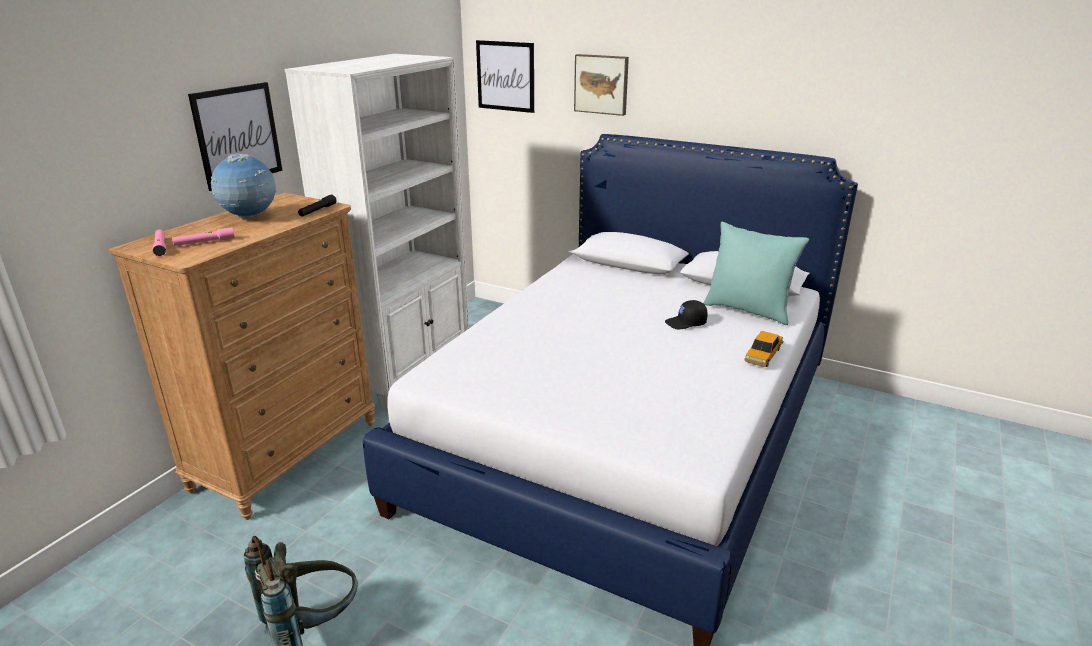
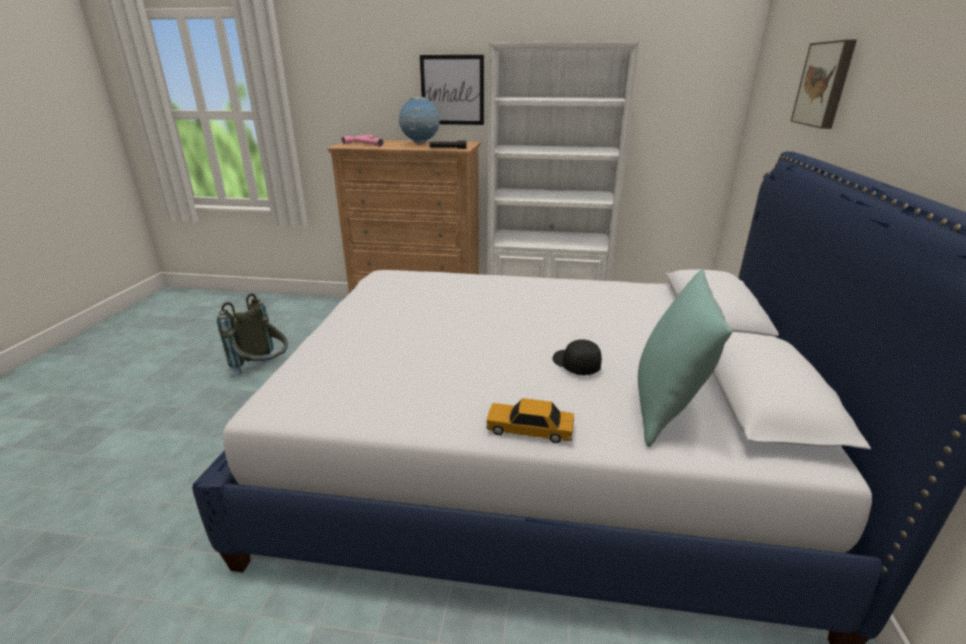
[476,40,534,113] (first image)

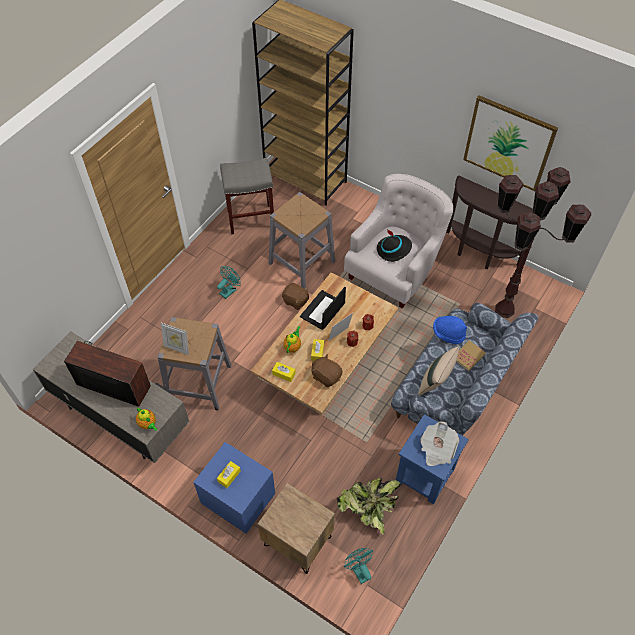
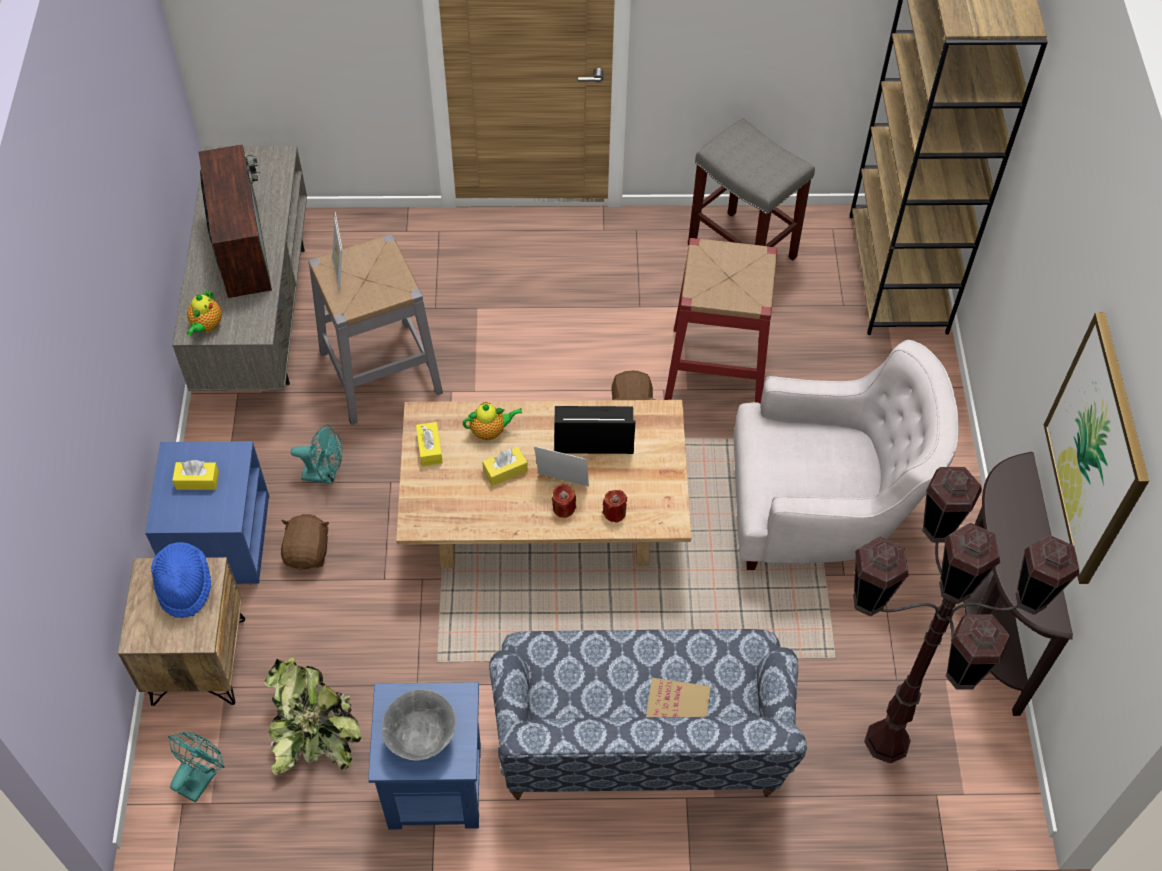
[151,542,211,618]
[281,514,329,570]
[291,424,342,484]
[381,689,456,760]
[664,238,777,404]
[377,229,412,262] (first image)
[418,347,459,396] (first image)

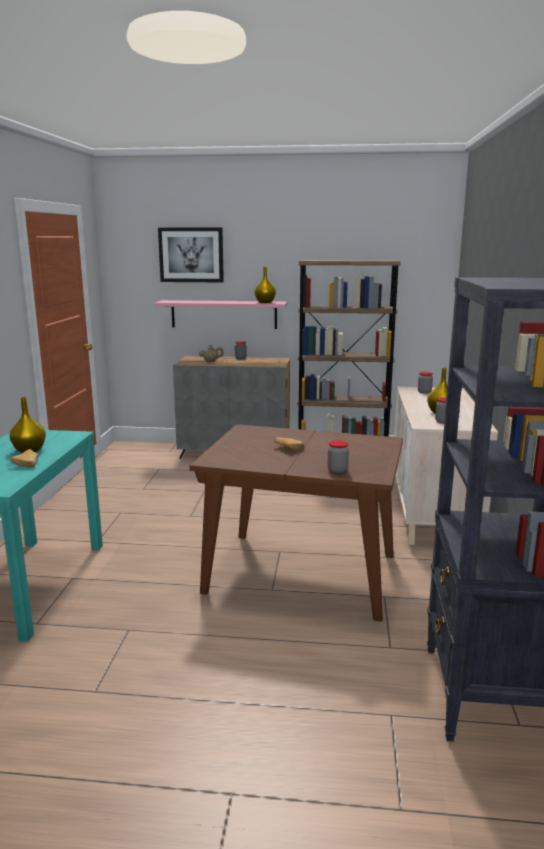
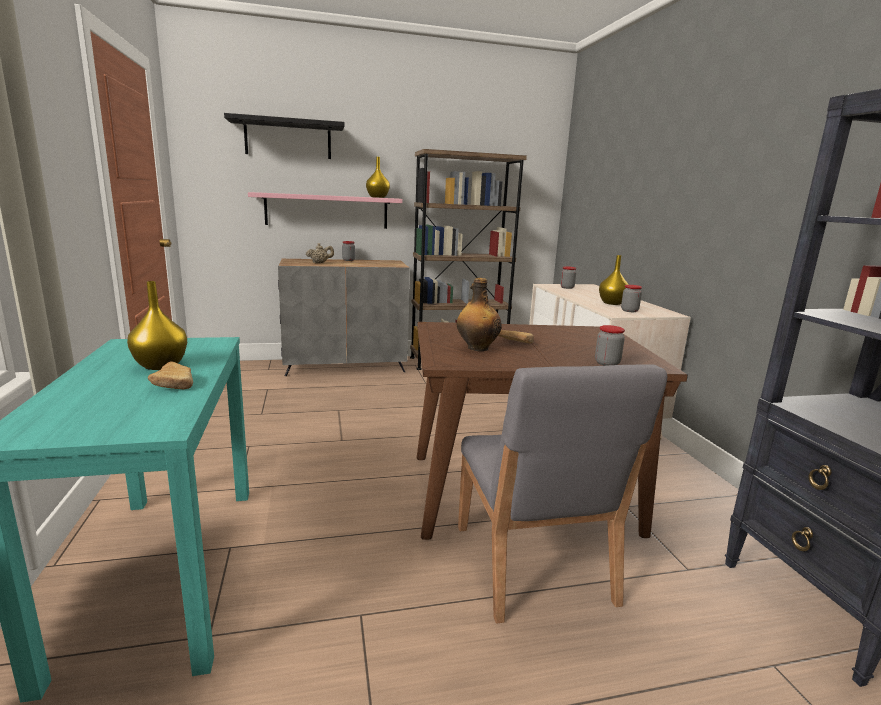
[224,113,345,159]
[457,278,502,351]
[458,364,667,624]

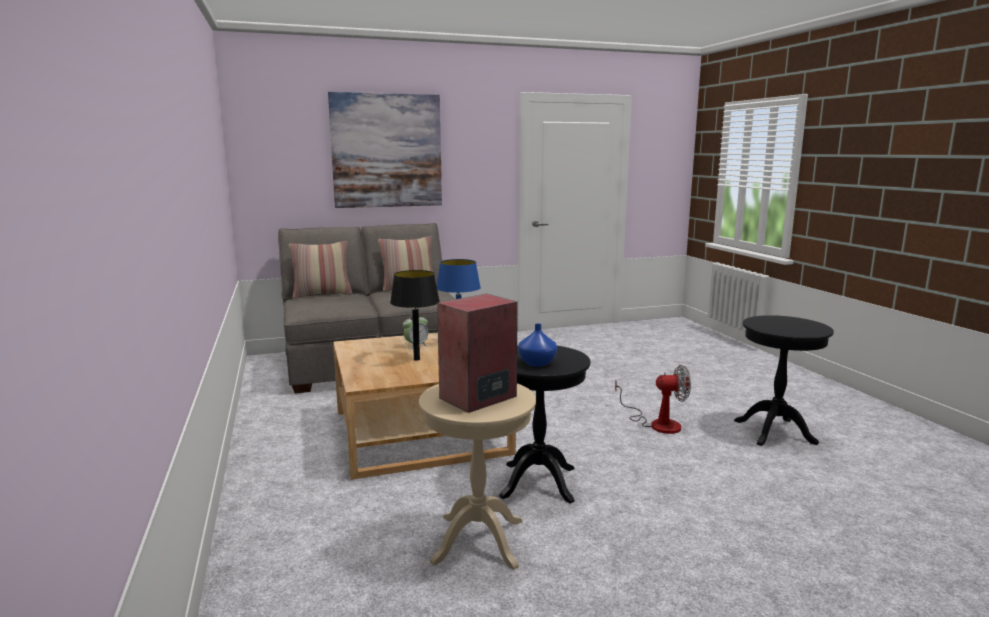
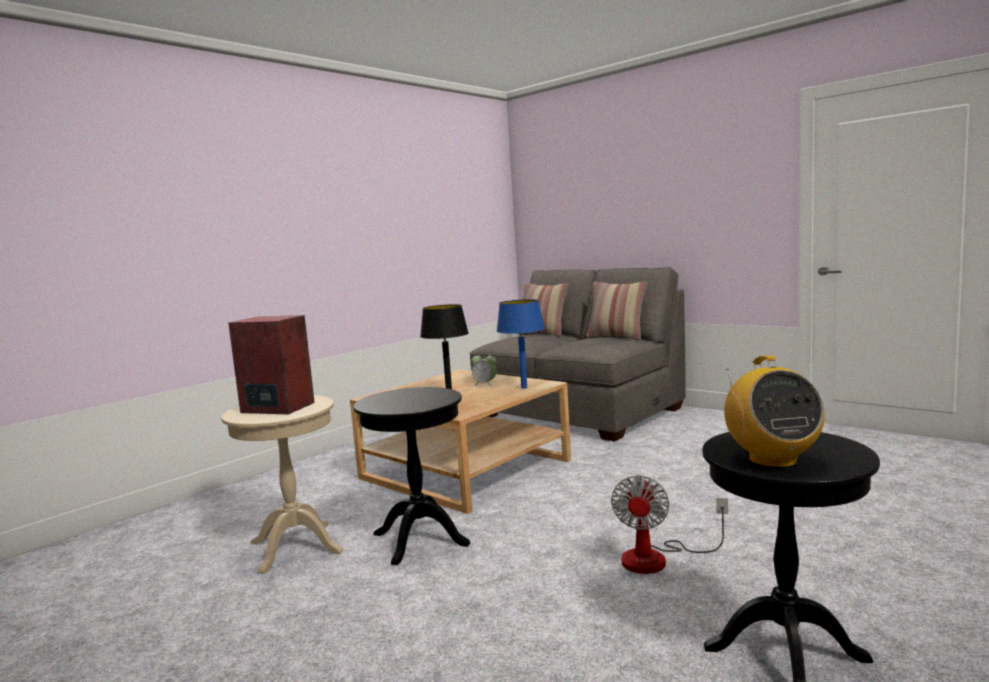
[611,475,728,574]
[724,355,825,468]
[328,92,442,208] (first image)
[518,323,557,366] (first image)

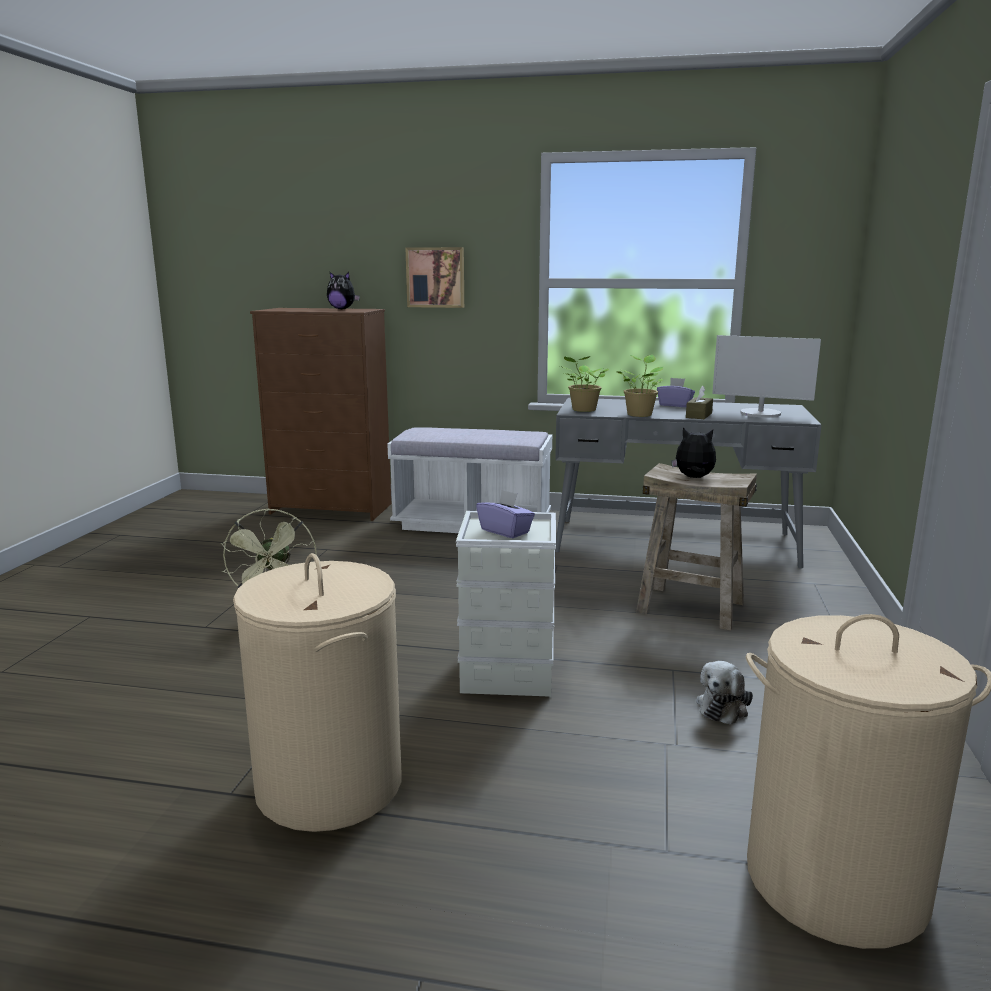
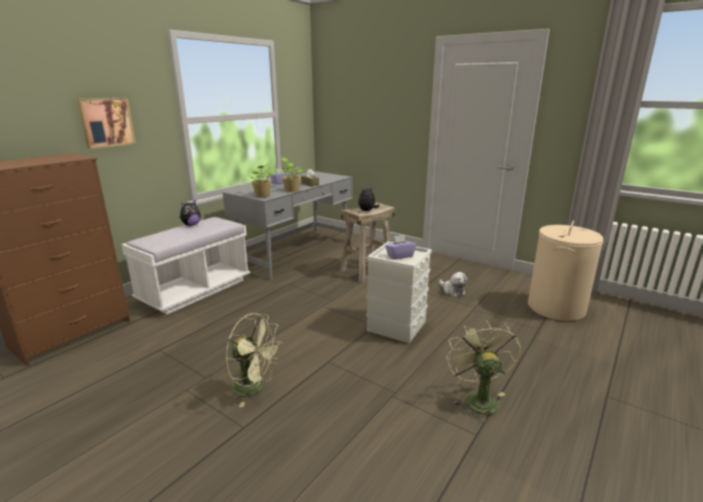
[180,200,201,226]
[446,320,521,423]
[712,335,821,417] (first image)

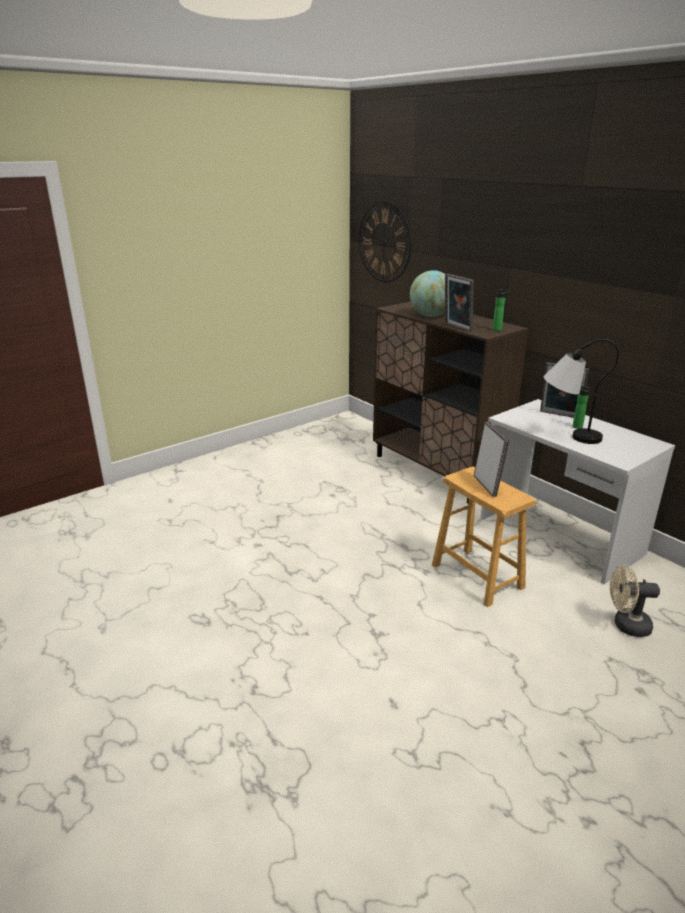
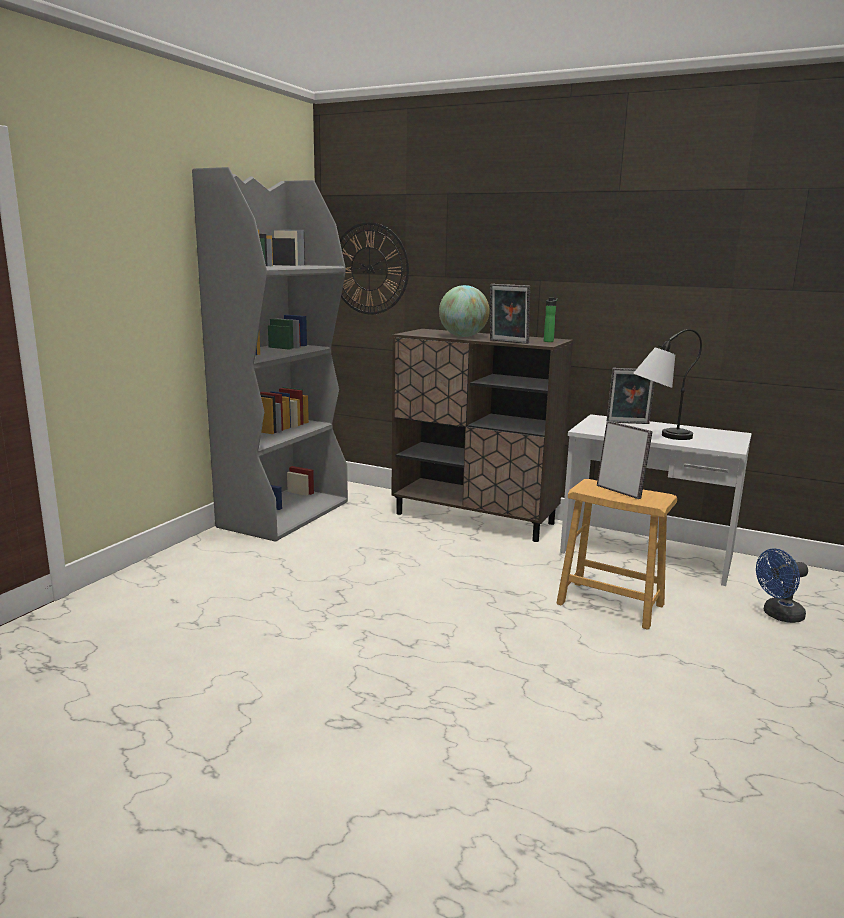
[192,167,348,542]
[756,548,808,623]
[573,386,591,429] (first image)

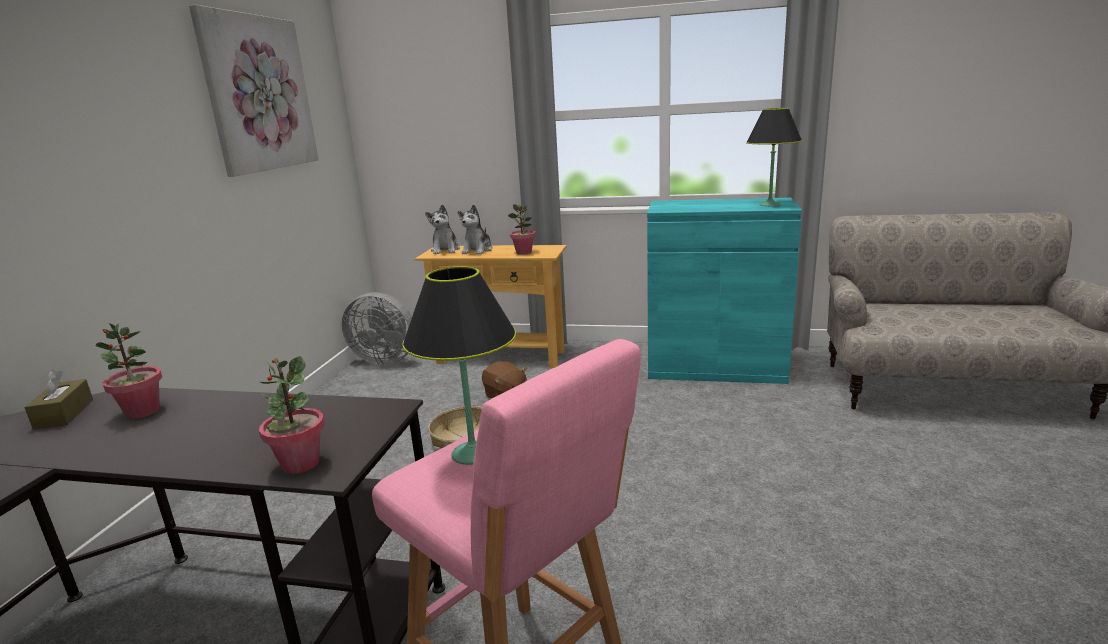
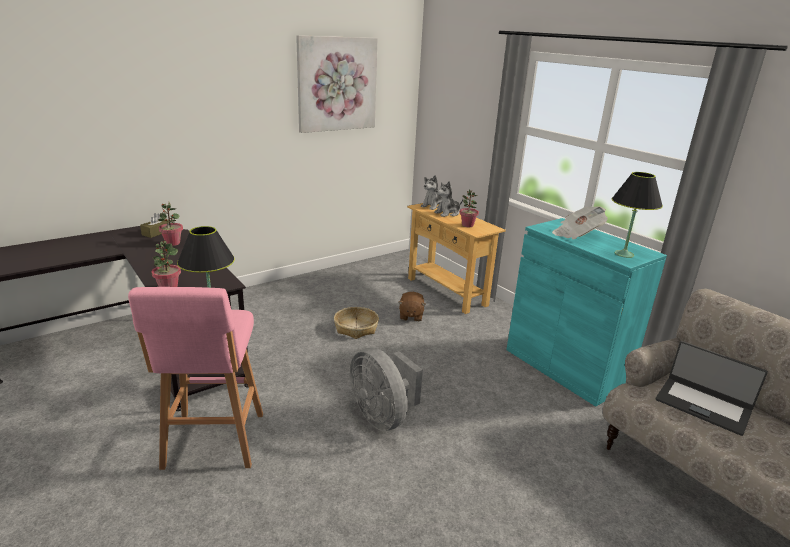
[350,348,423,431]
[552,206,608,239]
[656,341,768,436]

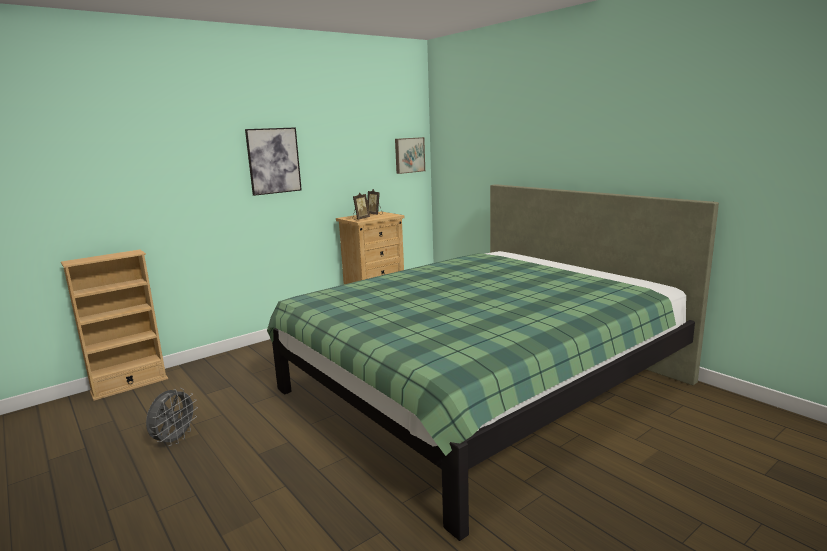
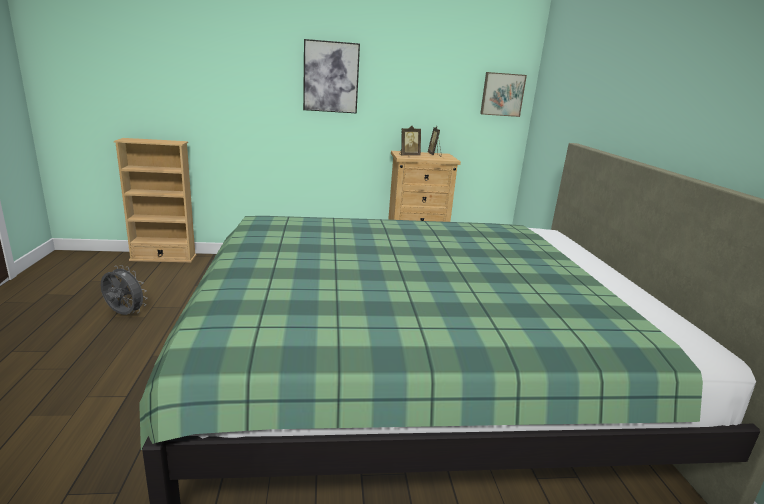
[101,265,147,315]

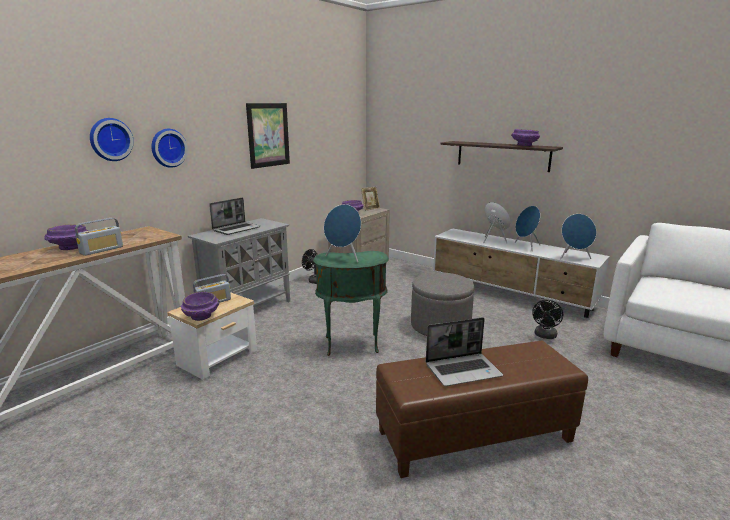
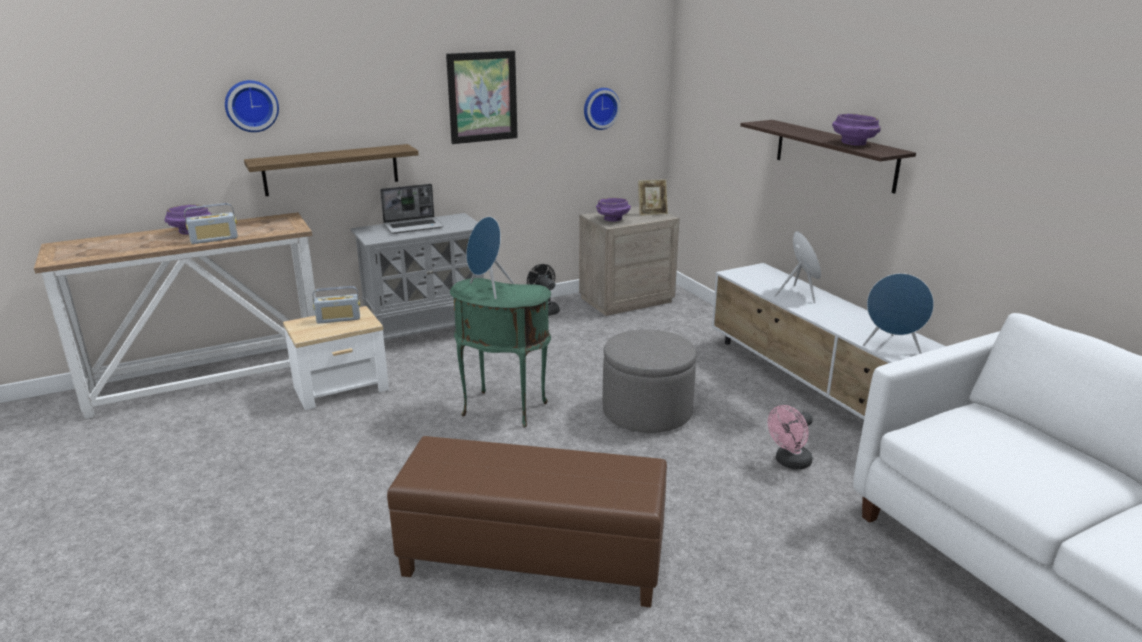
[244,144,419,196]
[584,88,620,130]
[768,405,813,470]
[181,292,219,321] (first image)
[426,317,503,386] (first image)
[515,206,540,251] (first image)

